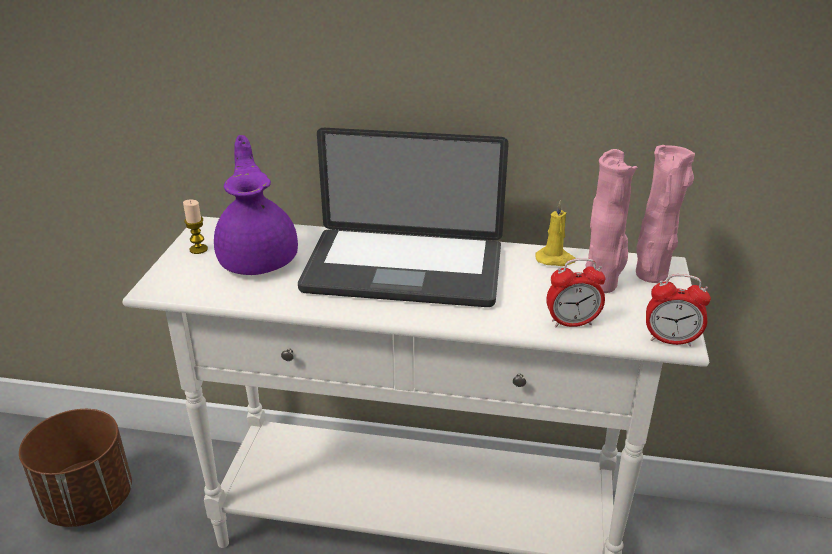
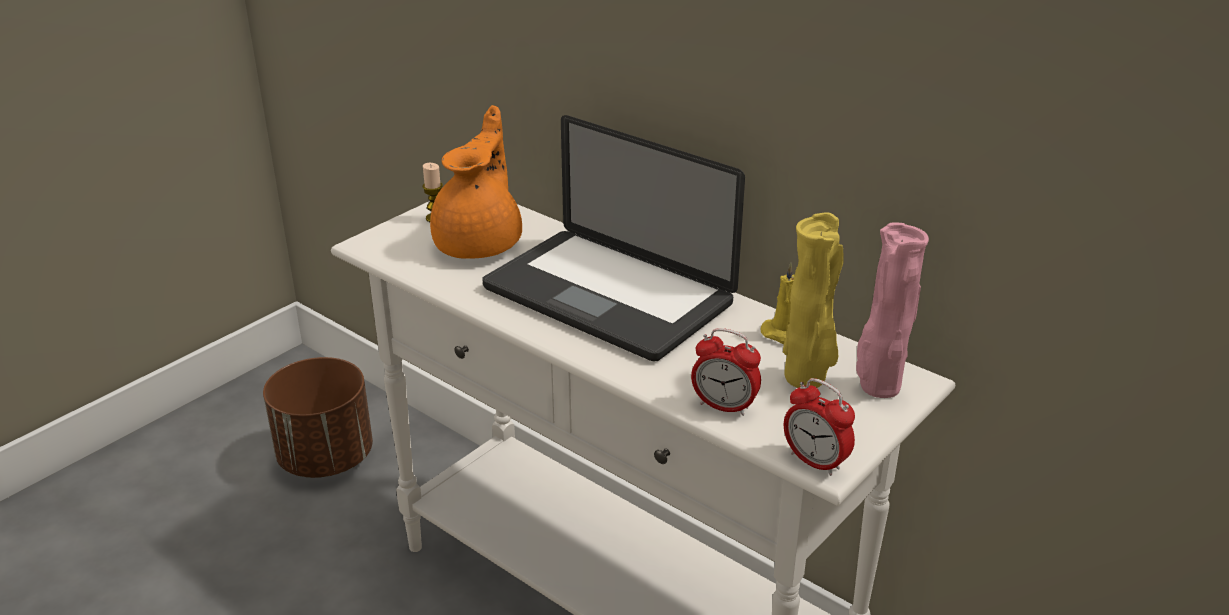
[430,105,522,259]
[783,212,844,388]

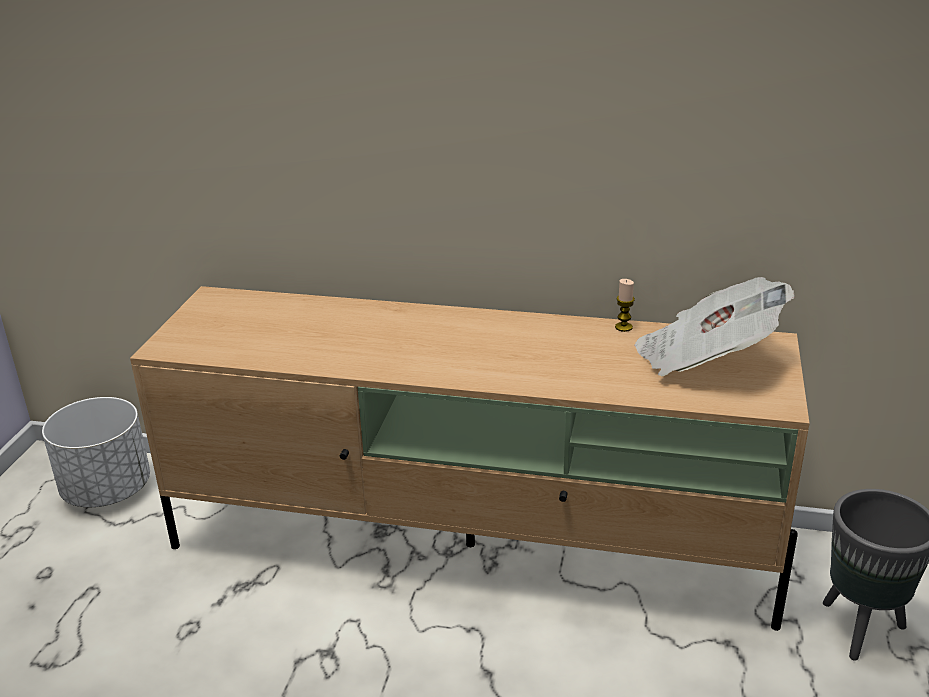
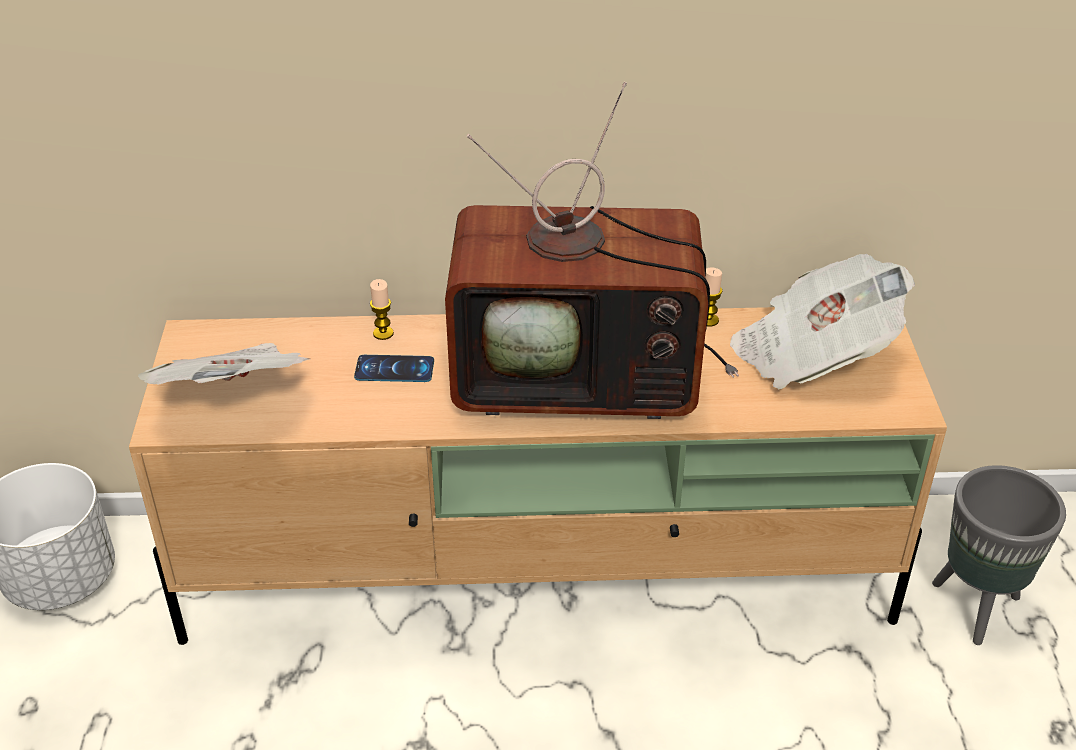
[138,343,311,385]
[354,355,434,382]
[370,279,394,340]
[445,82,739,419]

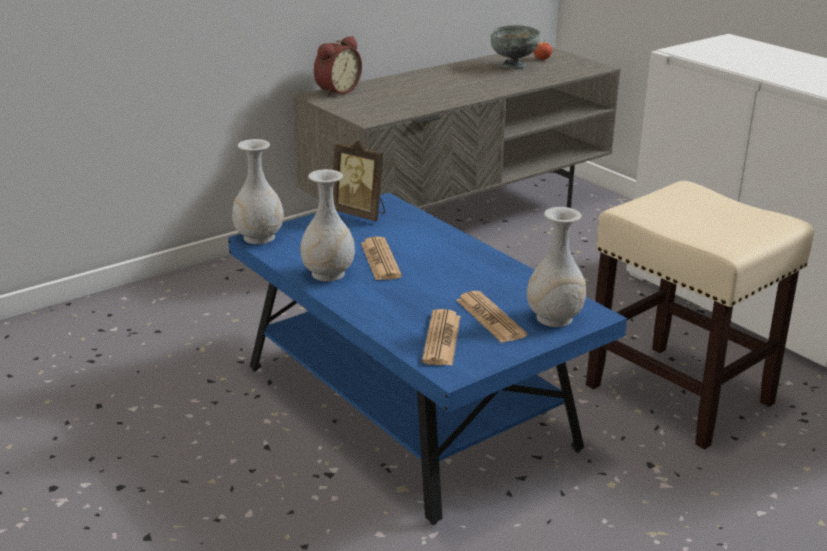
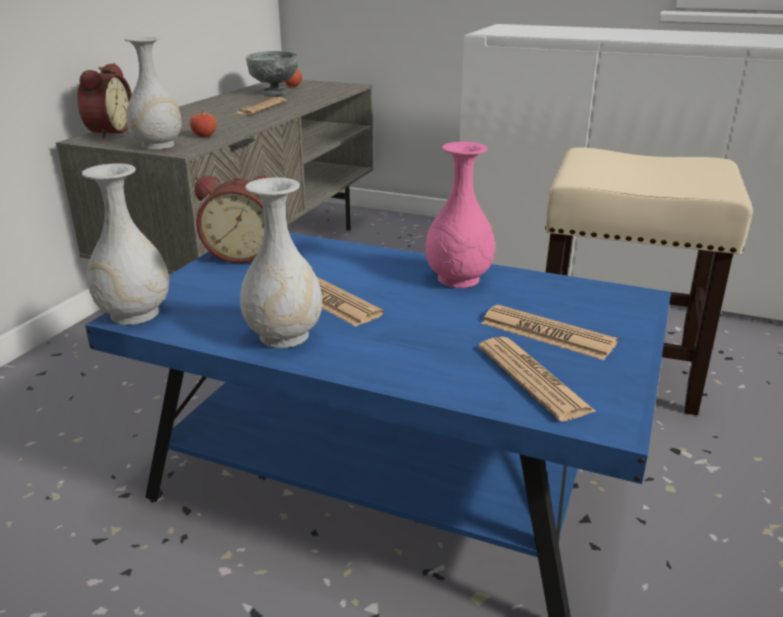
[125,37,182,150]
[190,110,217,137]
[194,175,273,263]
[234,97,286,115]
[425,142,495,288]

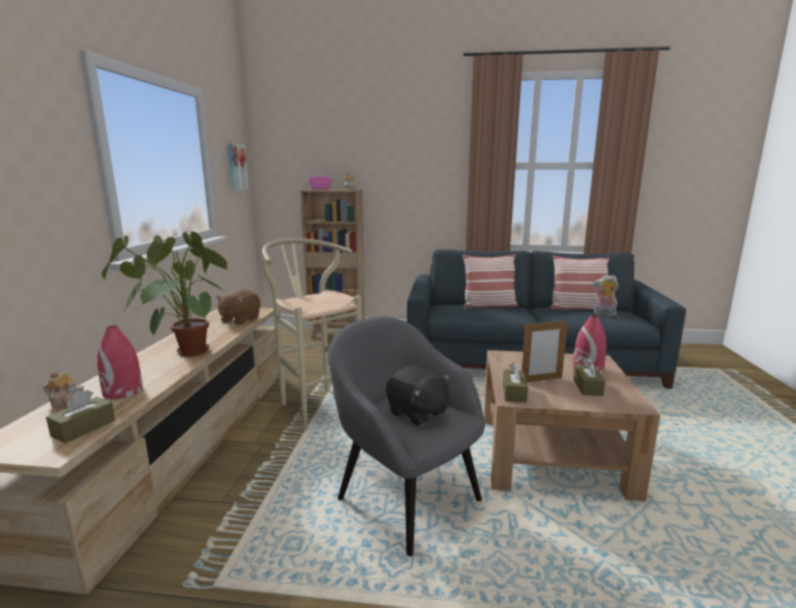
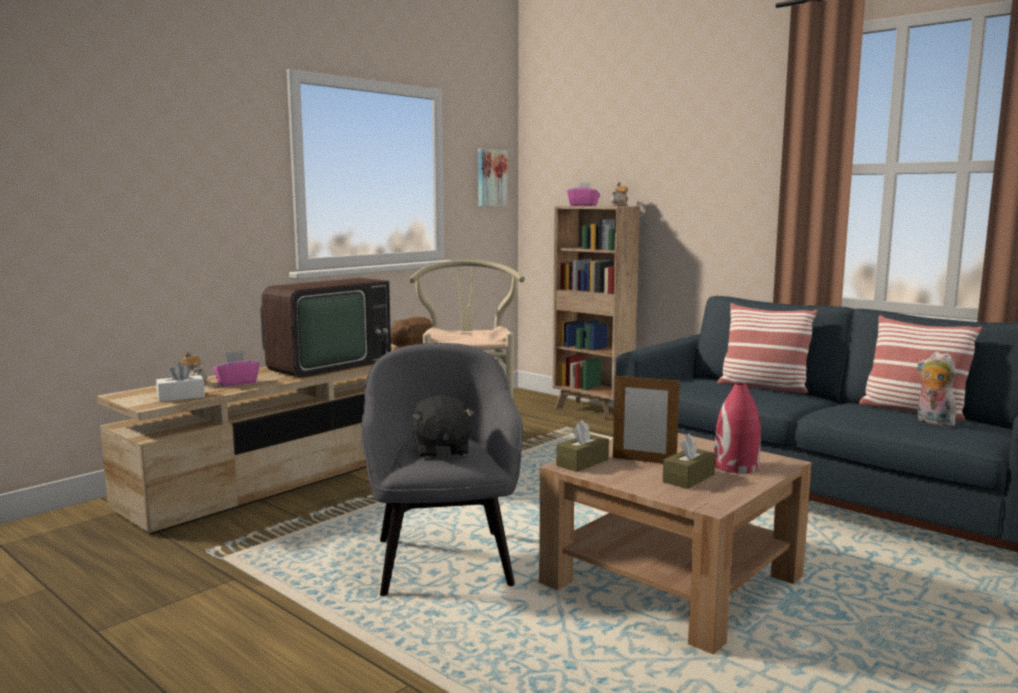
[156,362,205,402]
[213,351,260,387]
[260,278,391,378]

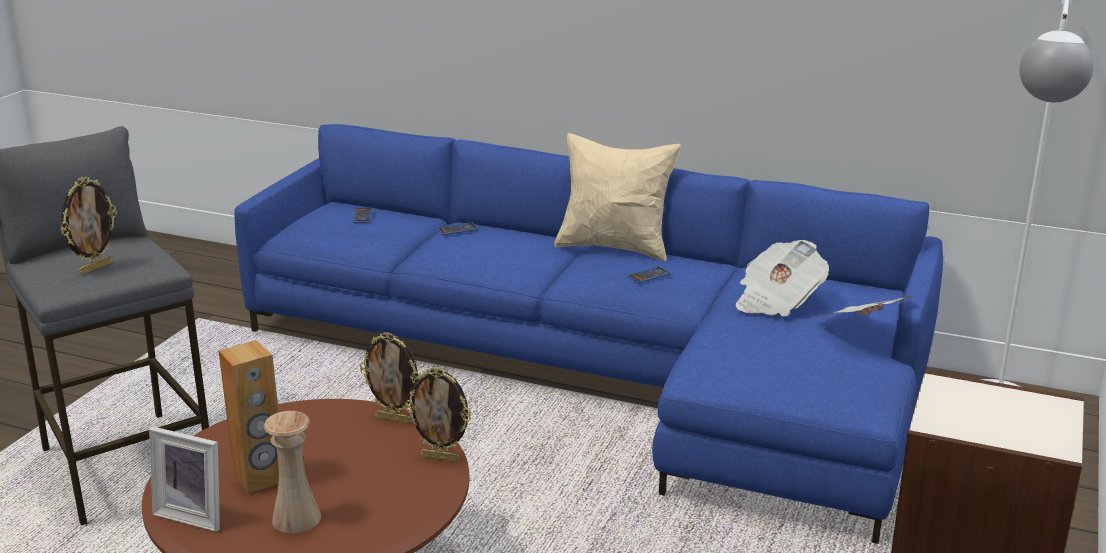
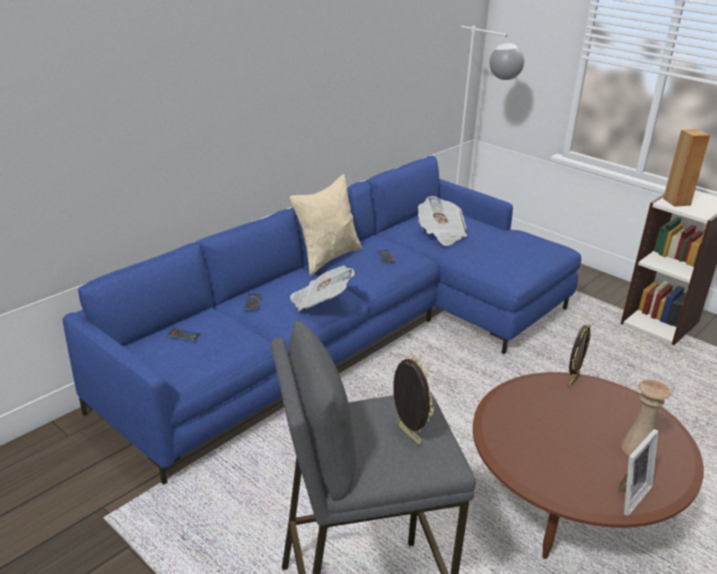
[290,265,355,311]
[663,129,710,207]
[360,332,420,424] (first image)

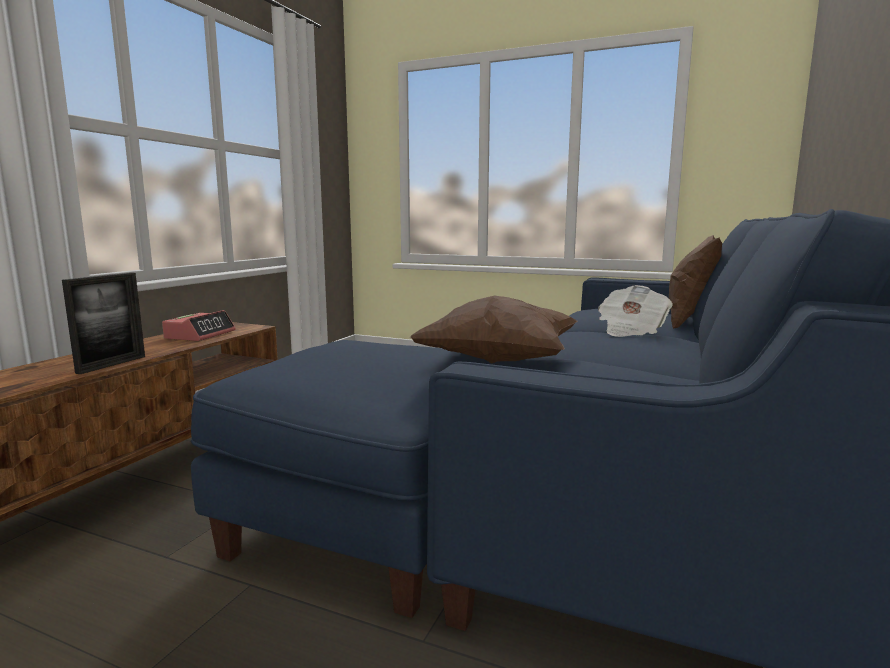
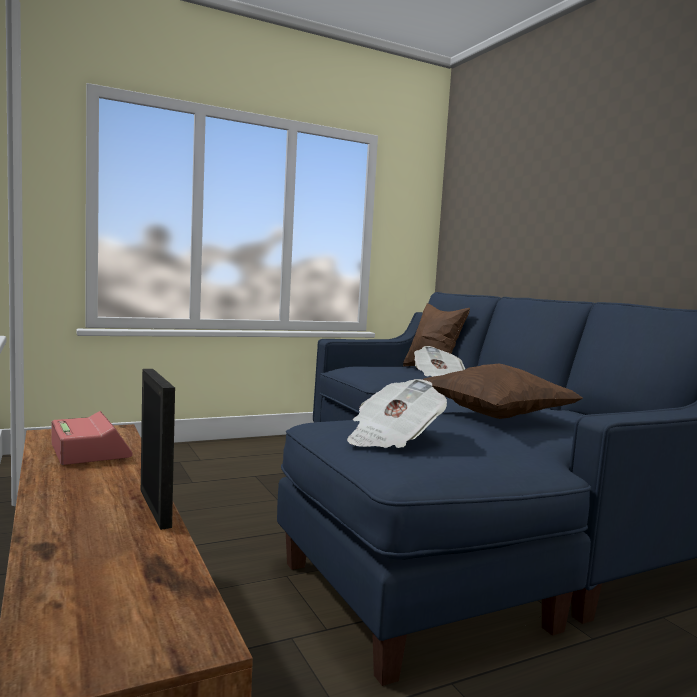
[347,379,447,448]

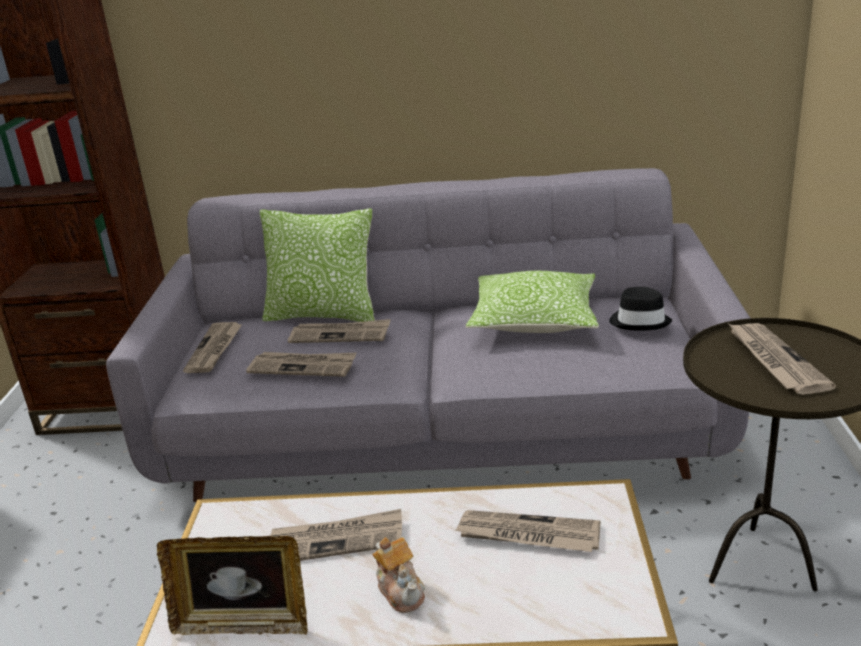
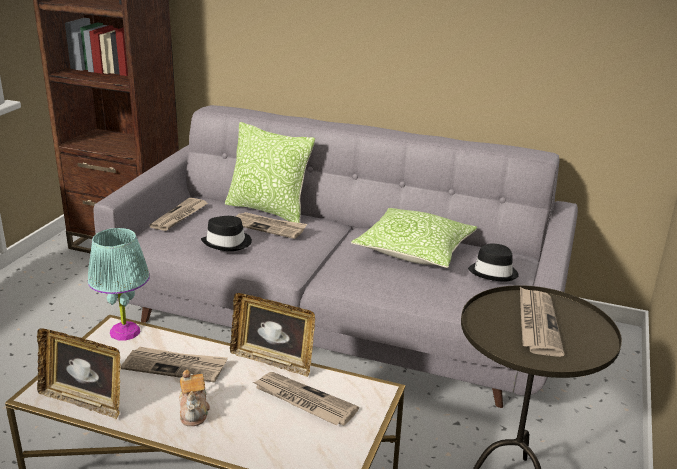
[88,228,150,341]
[201,216,252,251]
[230,293,315,377]

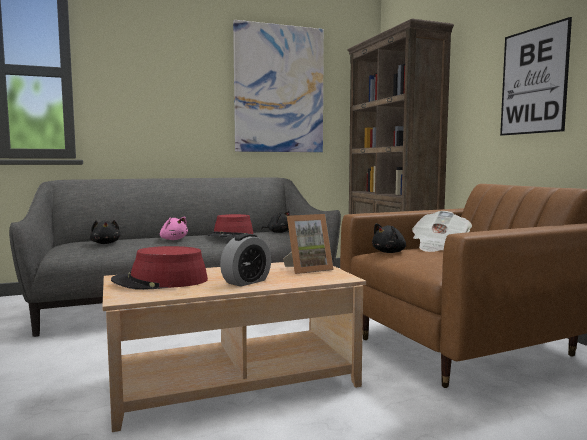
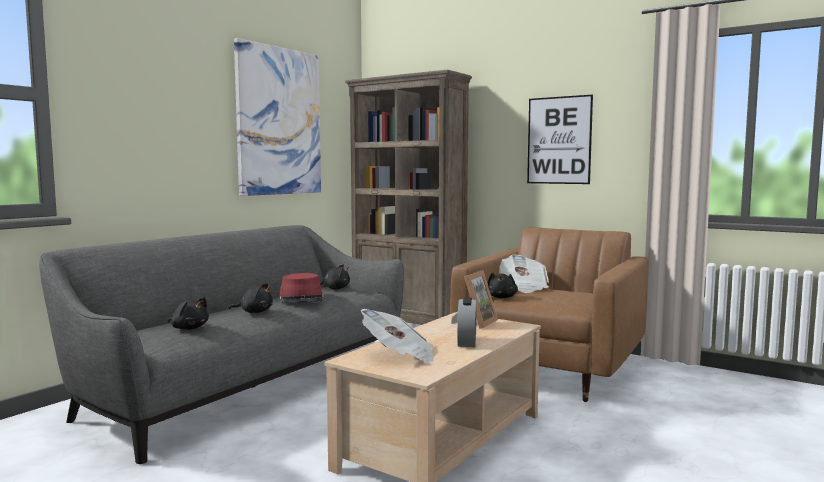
[229,283,273,313]
[361,309,434,363]

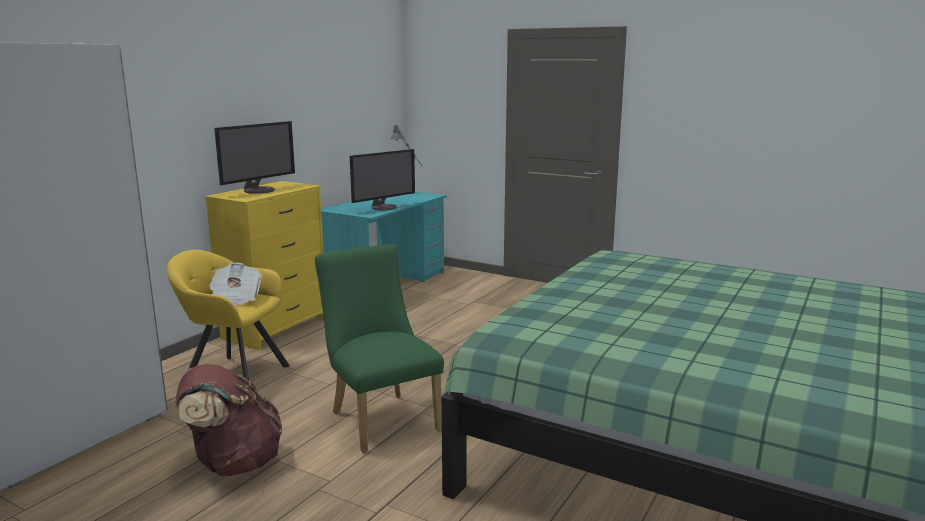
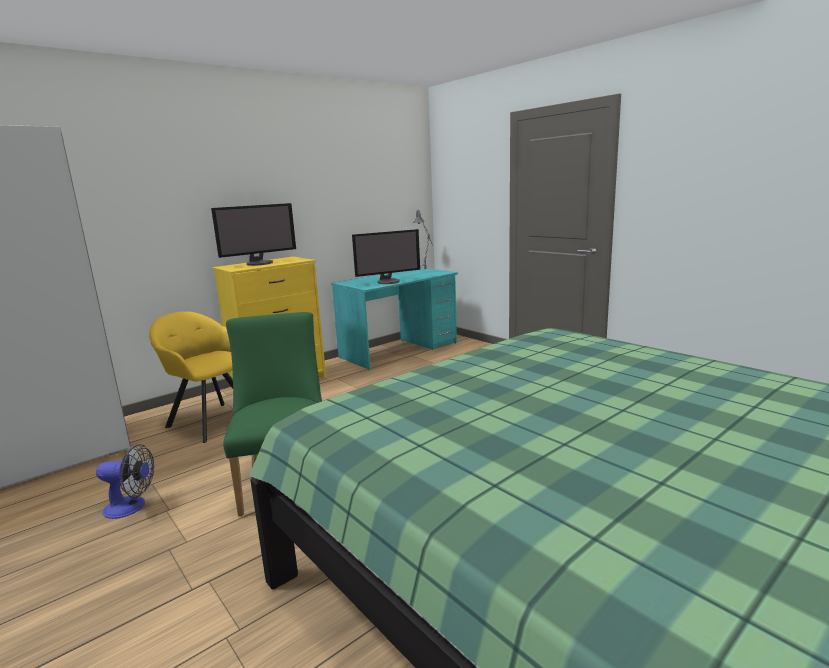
[96,444,154,519]
[209,263,262,306] (first image)

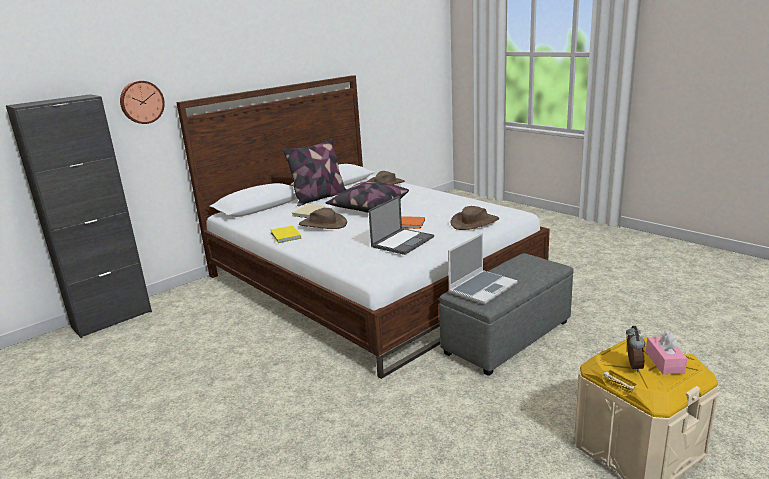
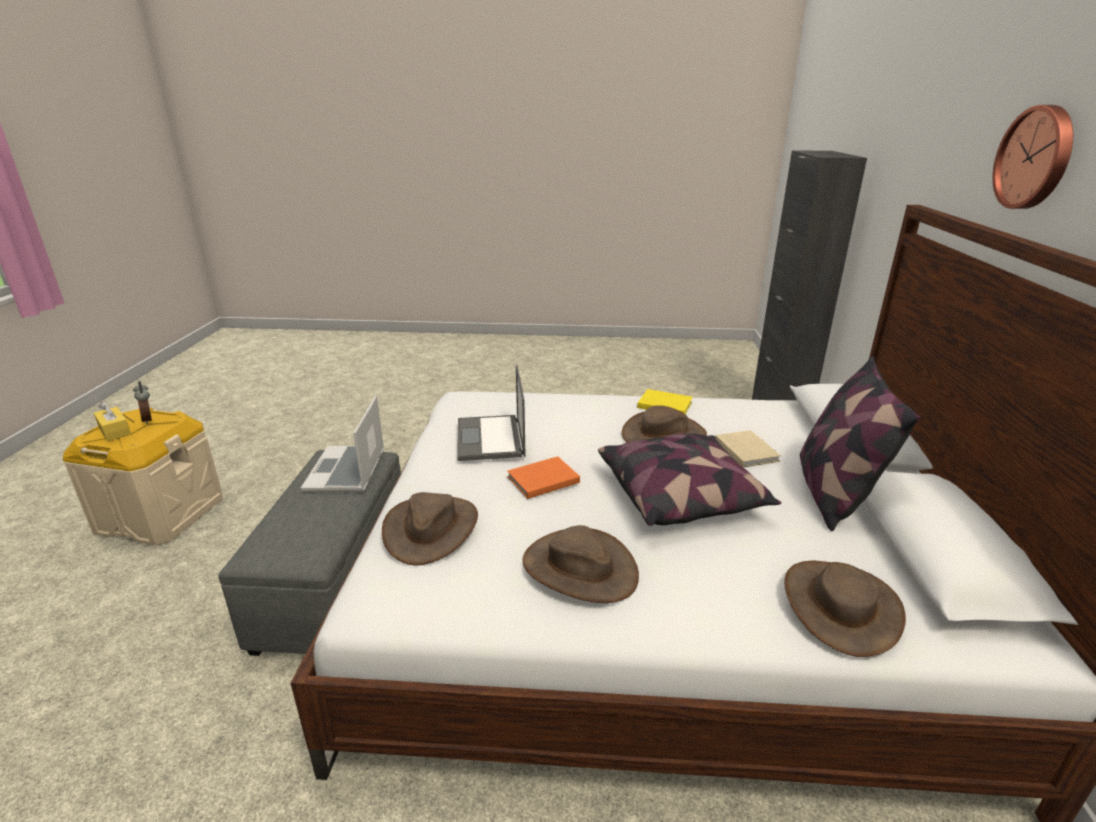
[94,401,131,441]
[522,525,639,603]
[992,105,1073,209]

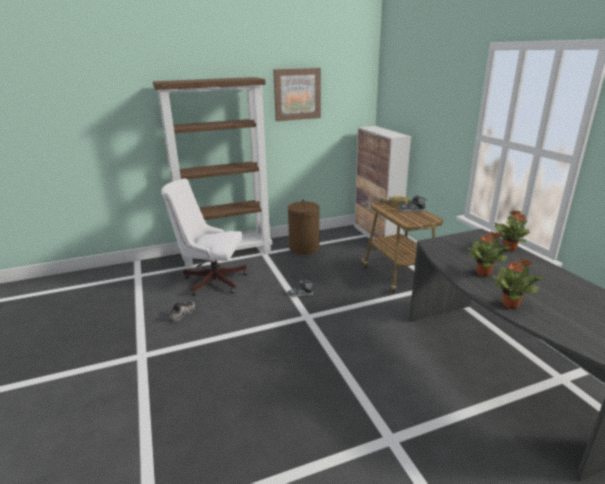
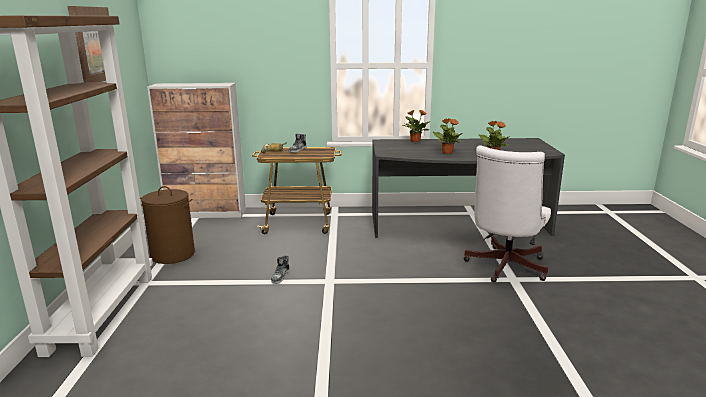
[464,145,551,282]
[167,301,195,322] (first image)

